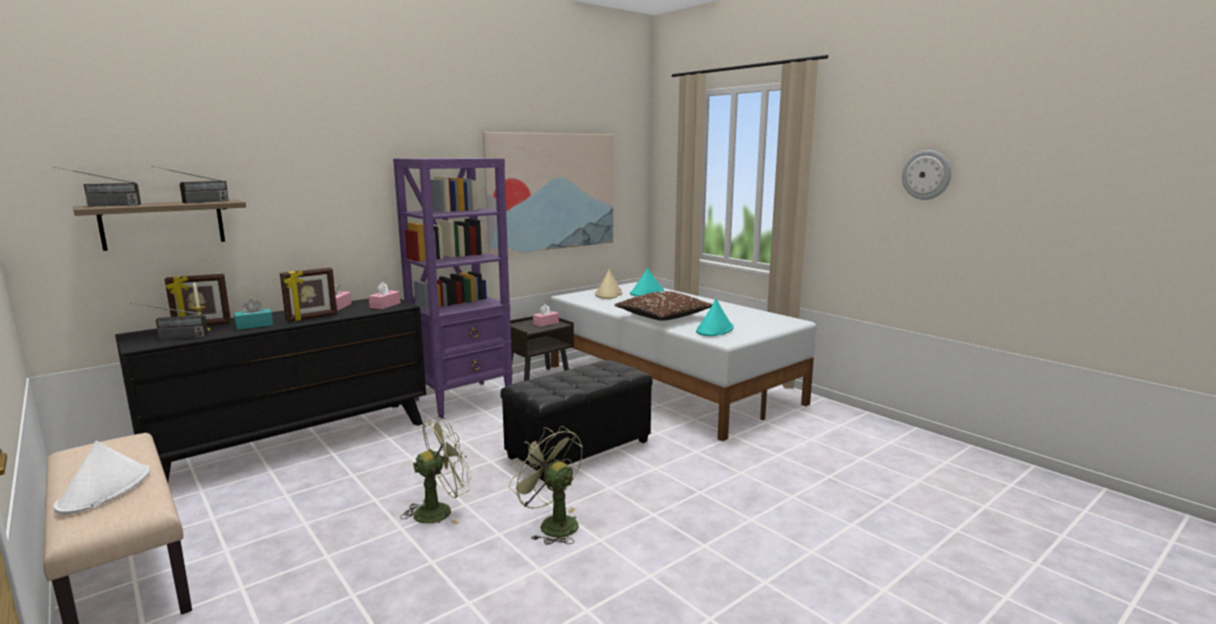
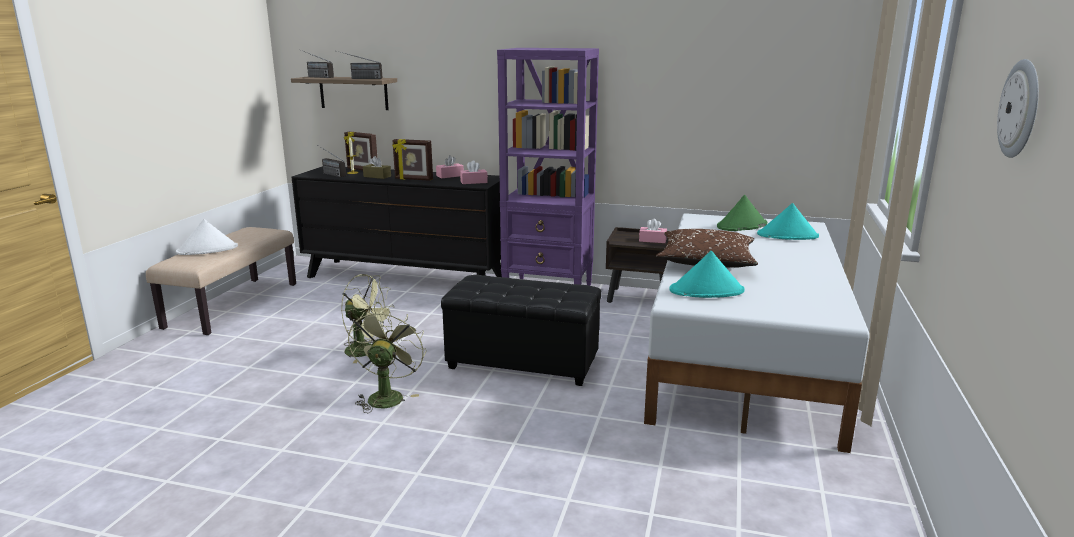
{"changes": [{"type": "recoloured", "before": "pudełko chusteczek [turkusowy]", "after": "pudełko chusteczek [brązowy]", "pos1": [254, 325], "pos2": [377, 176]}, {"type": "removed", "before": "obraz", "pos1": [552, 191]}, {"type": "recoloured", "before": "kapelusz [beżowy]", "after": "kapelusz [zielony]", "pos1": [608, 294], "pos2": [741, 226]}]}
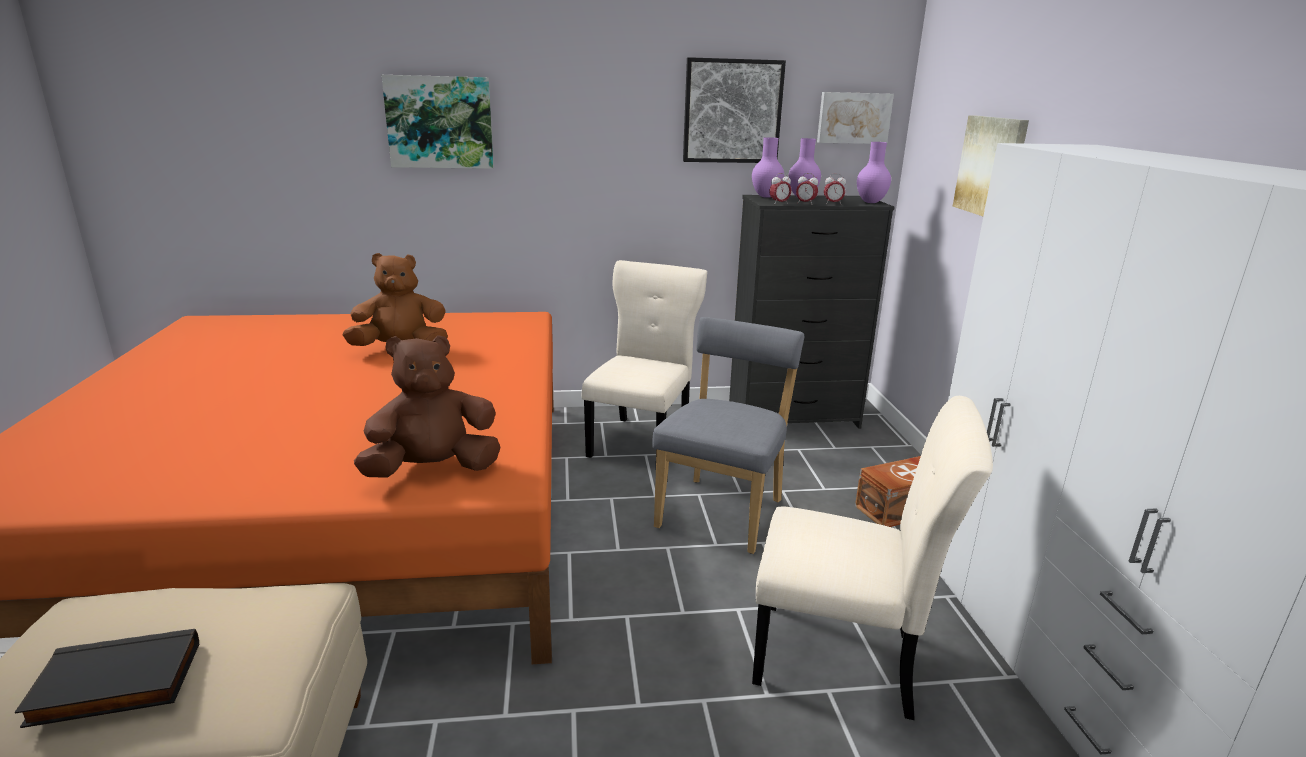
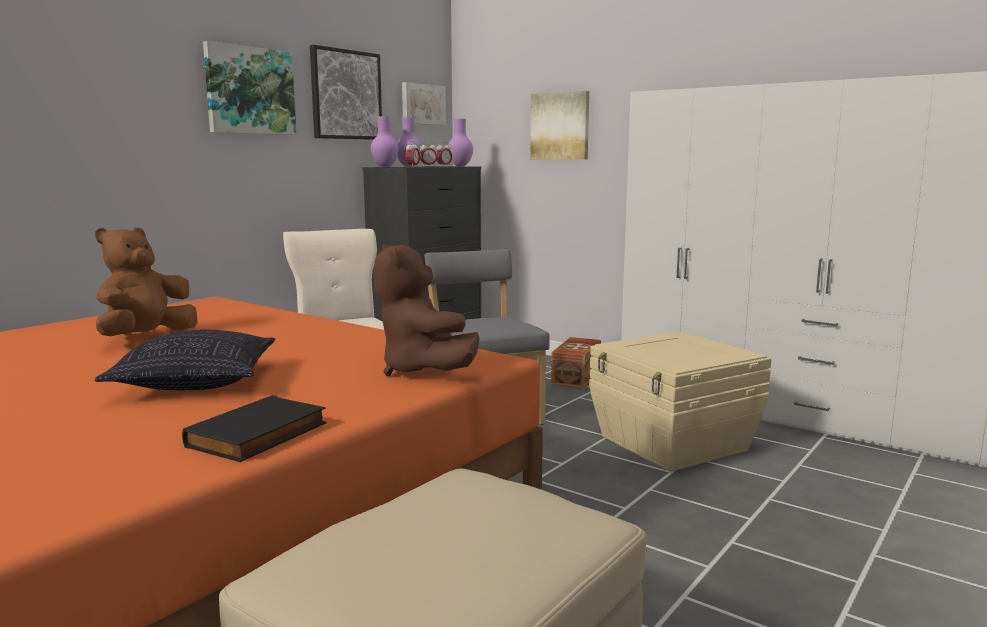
{"changes": [{"type": "moved", "before": "książka [czarny]", "pos1": [114, 685], "pos2": [259, 436]}, {"type": "turned", "before": "pluszak [brązowy]", "pos1": [433, 470], "pos2": [422, 370], "turn": -45}, {"type": "moved", "before": "obraz", "pos1": [440, 122], "pos2": [249, 91]}, {"type": "replaced", "before": "krzesło [beżowy]", "after": "pojemnik do przechowywania [beżowy]", "pos1": [843, 660], "pos2": [673, 443]}, {"type": "added", "after": "poduszka", "pos2": [197, 382]}]}
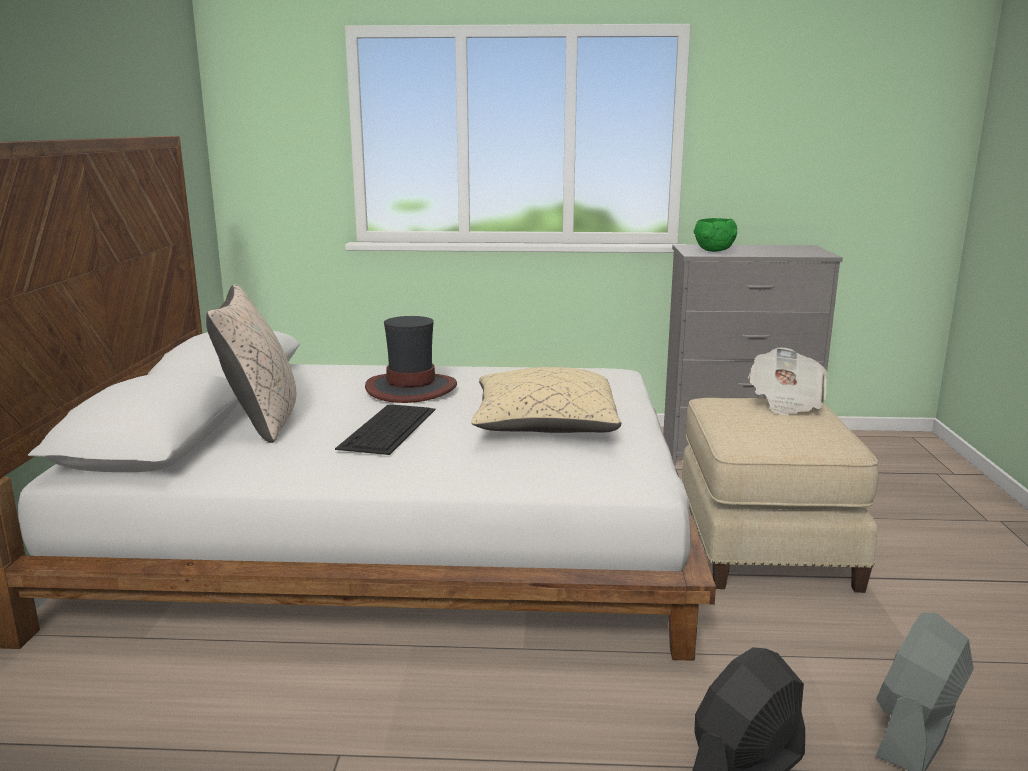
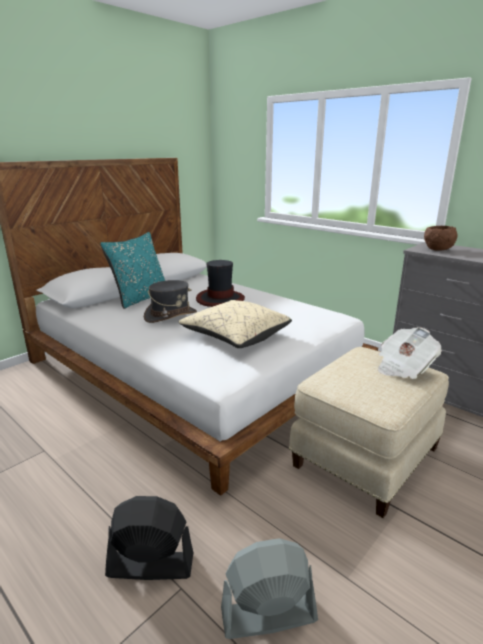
{"changes": [{"type": "recoloured", "before": "poduszka [beżowy]", "after": "poduszka [turkusowy]", "pos1": [261, 421], "pos2": [141, 298]}, {"type": "replaced", "before": "klawiatura", "after": "kapelusz [szary]", "pos1": [388, 429], "pos2": [170, 315]}, {"type": "recoloured", "before": "miska [zielony]", "after": "miska [brązowy]", "pos1": [714, 251], "pos2": [438, 249]}]}
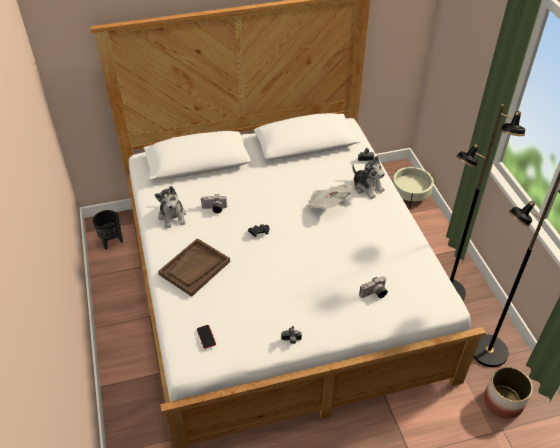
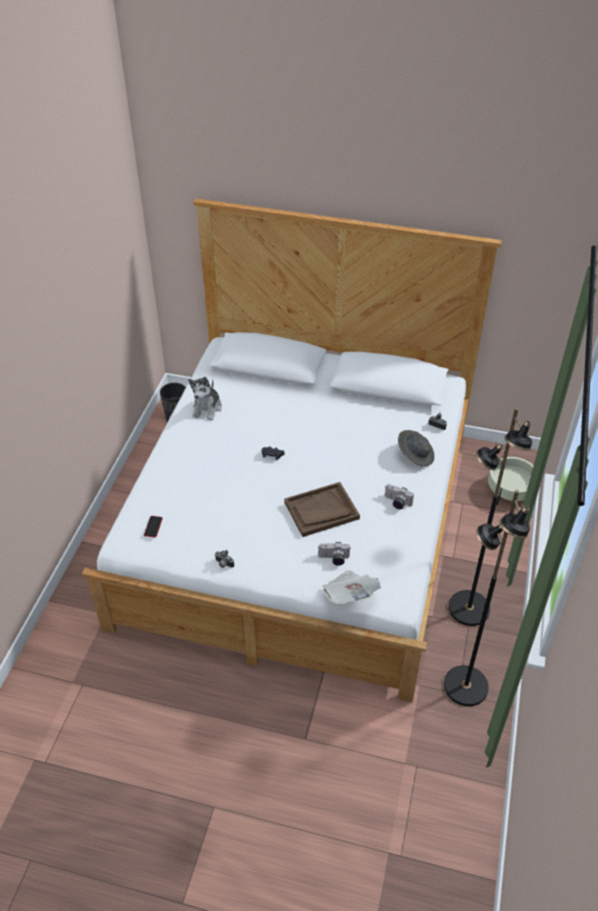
{"changes": [{"type": "moved", "before": "taca [brązowy]", "pos1": [194, 268], "pos2": [321, 511]}, {"type": "moved", "before": "aparat fotograficzny", "pos1": [214, 209], "pos2": [396, 503]}, {"type": "moved", "before": "gazeta", "pos1": [328, 205], "pos2": [350, 595]}, {"type": "replaced", "before": "pluszak", "after": "kapelusz [szary]", "pos1": [367, 187], "pos2": [415, 455]}, {"type": "removed", "before": "donica", "pos1": [503, 402]}]}
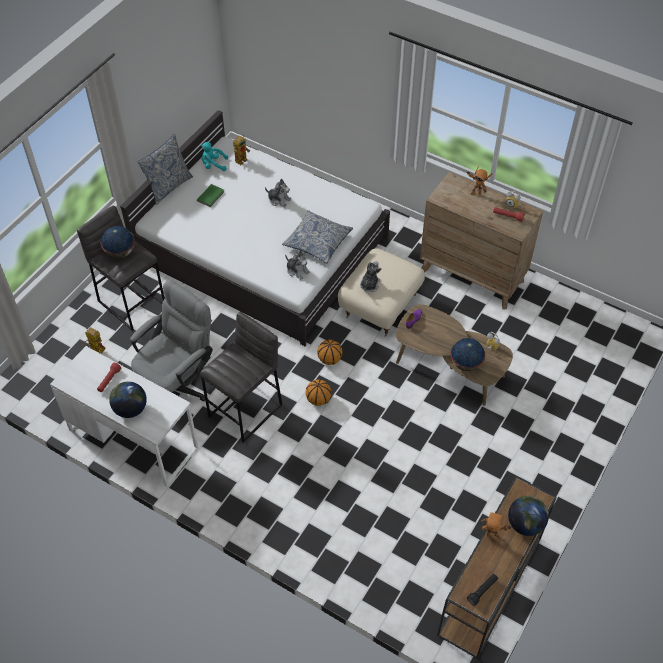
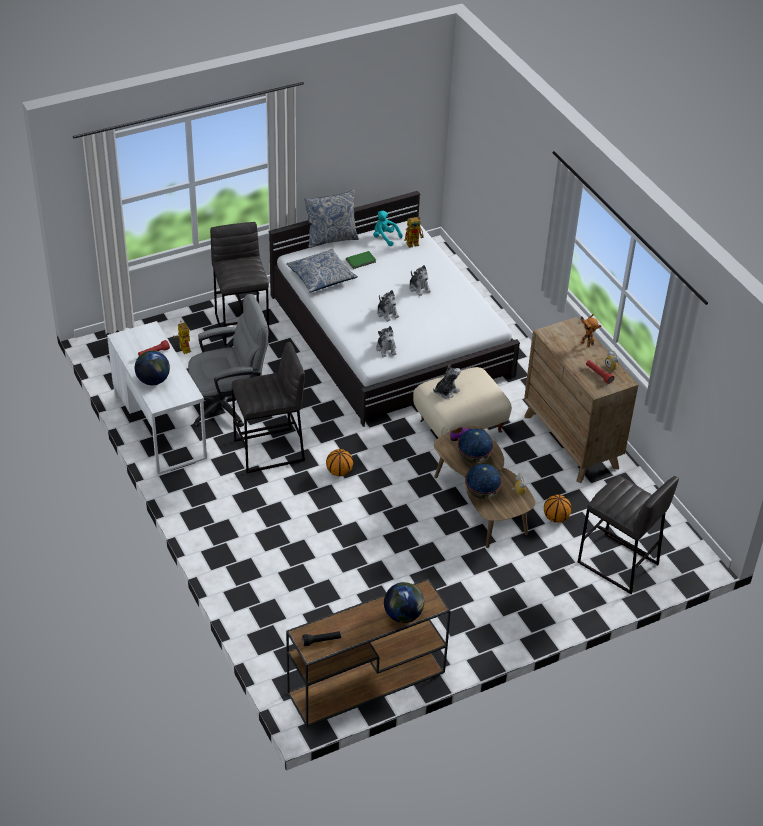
{"changes": [{"type": "moved", "before": "globus", "pos1": [120, 252], "pos2": [474, 458]}, {"type": "moved", "before": "poduszka", "pos1": [317, 242], "pos2": [321, 277]}, {"type": "moved", "before": "piłka do koszykówki", "pos1": [330, 359], "pos2": [556, 518]}, {"type": "removed", "before": "robot zabawkowy", "pos1": [492, 537]}, {"type": "added", "after": "pluszak", "pos2": [387, 313]}, {"type": "added", "after": "stołek [szary]", "pos2": [618, 564]}]}
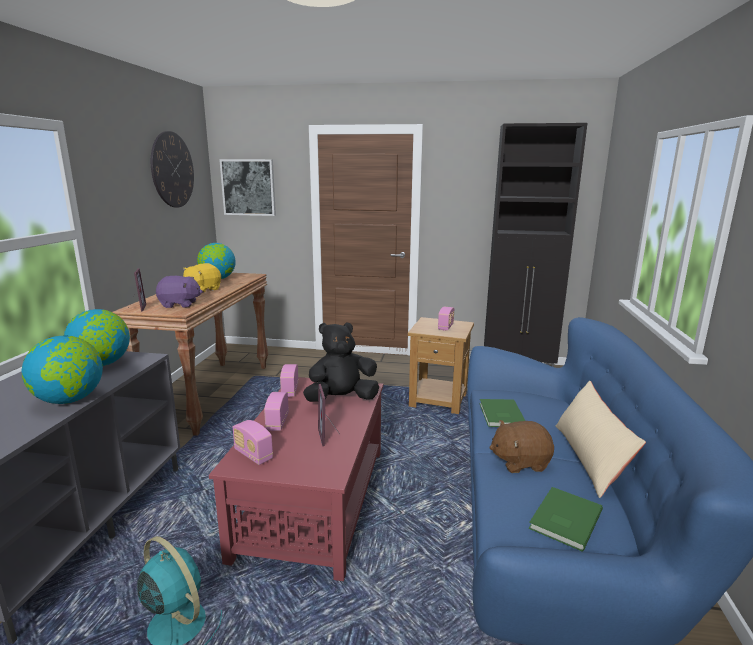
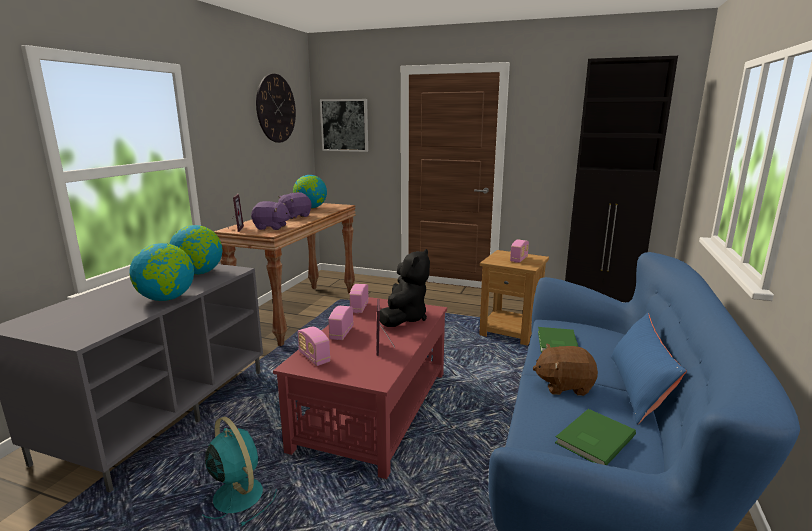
{"changes": [{"type": "recoloured", "before": "pluszak [żółty]", "after": "pluszak [fioletowy]", "pos1": [202, 290], "pos2": [294, 216]}, {"type": "turned", "before": "pluszak [czarny]", "pos1": [341, 399], "pos2": [404, 318], "turn": 120}, {"type": "recoloured", "before": "poduszka [beżowy]", "after": "poduszka [niebieski]", "pos1": [590, 458], "pos2": [638, 388]}]}
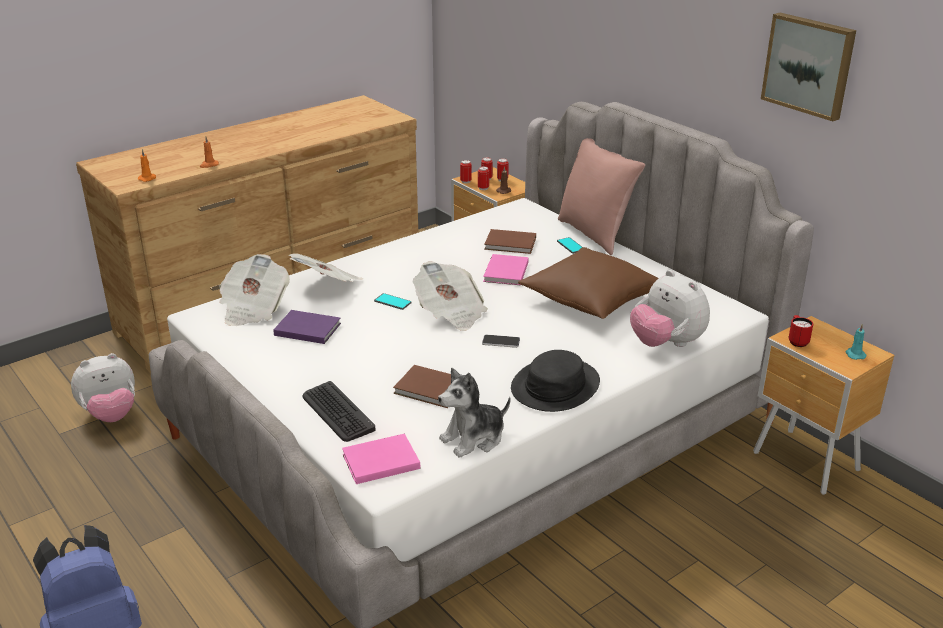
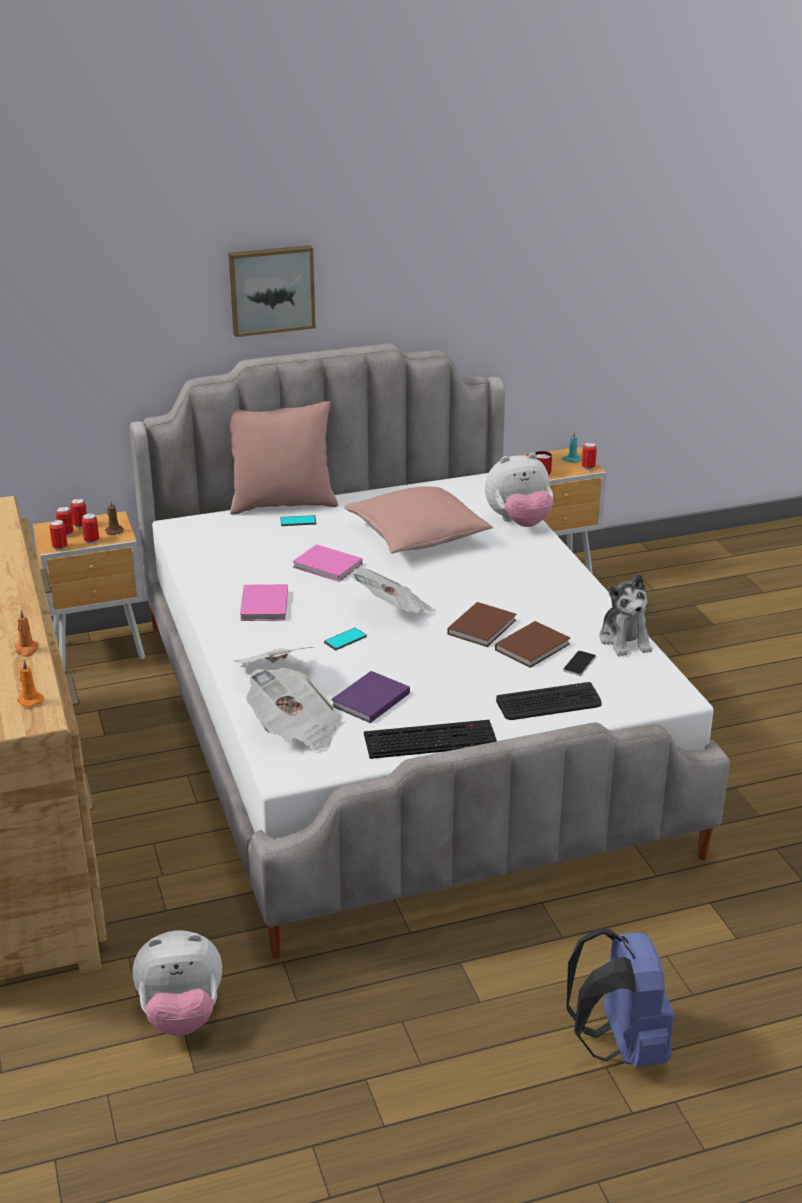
{"changes": [{"type": "turned", "before": "pluszak", "pos1": [111, 415], "pos2": [181, 1015], "turn": 90}, {"type": "moved", "before": "książka [różowy]", "pos1": [378, 461], "pos2": [263, 606]}, {"type": "moved", "before": "telefon", "pos1": [501, 342], "pos2": [579, 664]}, {"type": "moved", "before": "książka [brązowy]", "pos1": [511, 244], "pos2": [483, 626]}, {"type": "removed", "before": "kapelusz [czarny]", "pos1": [555, 386]}, {"type": "recoloured", "before": "poduszka [brązowy]", "after": "poduszka [różowy]", "pos1": [591, 299], "pos2": [417, 536]}, {"type": "moved", "before": "obraz", "pos1": [809, 65], "pos2": [271, 289]}, {"type": "added", "after": "klawiatura", "pos2": [431, 739]}, {"type": "added", "after": "puszka", "pos2": [588, 467]}]}
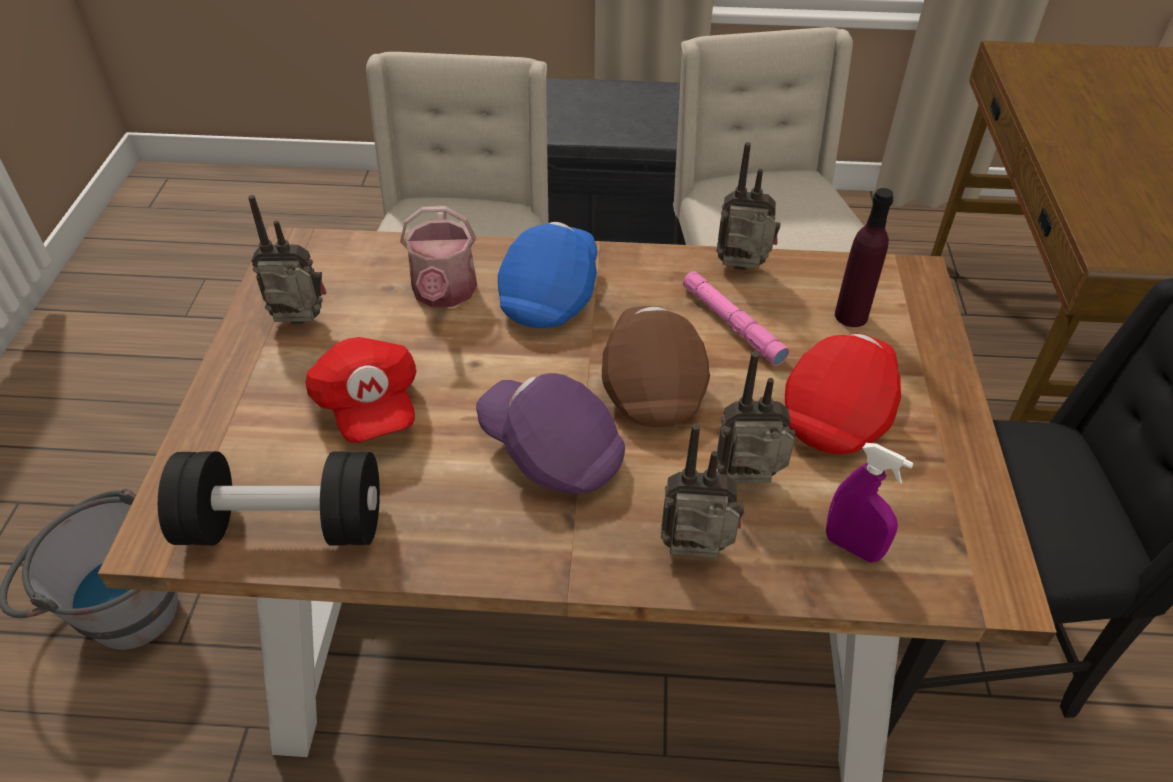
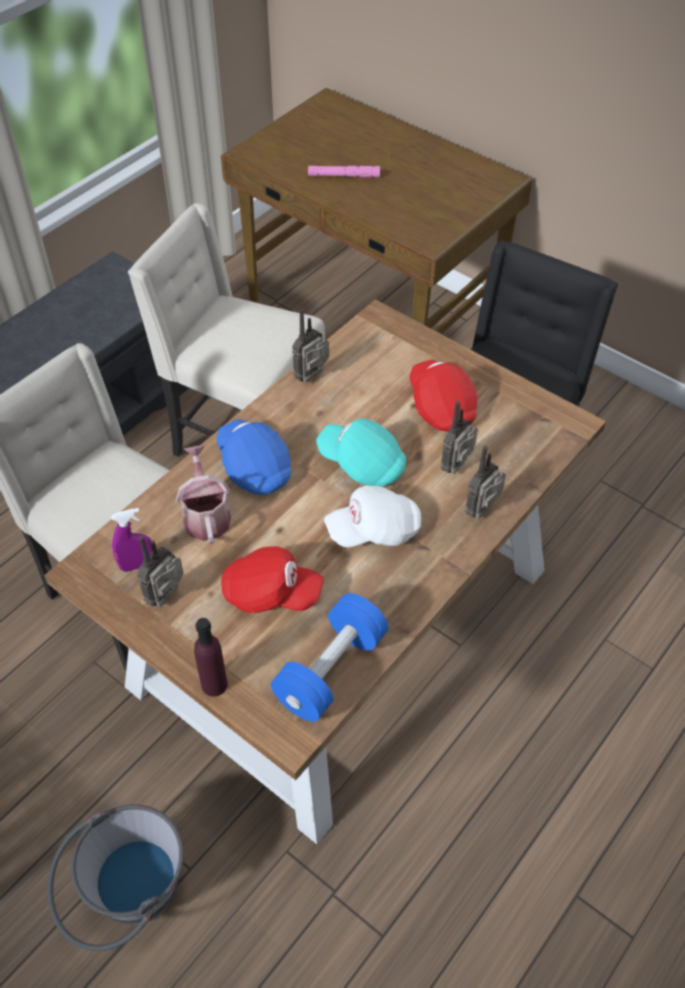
{"changes": [{"type": "recoloured", "before": "hantel [czarny]", "after": "hantel [niebieski]", "pos1": [284, 525], "pos2": [330, 670]}, {"type": "turned", "before": "konewka", "pos1": [444, 293], "pos2": [206, 515], "turn": -135}, {"type": "recoloured", "before": "czapka z daszkiem [fioletowy]", "after": "czapka z daszkiem [biały]", "pos1": [552, 452], "pos2": [374, 530]}, {"type": "recoloured", "before": "czapka z daszkiem [brązowy]", "after": "czapka z daszkiem [turkusowy]", "pos1": [652, 384], "pos2": [362, 464]}, {"type": "moved", "before": "latarka [różowy]", "pos1": [732, 324], "pos2": [344, 176]}, {"type": "moved", "before": "spryskiwacz [fioletowy]", "pos1": [852, 547], "pos2": [137, 565]}, {"type": "moved", "before": "butelka [fioletowy]", "pos1": [851, 316], "pos2": [214, 684]}]}
